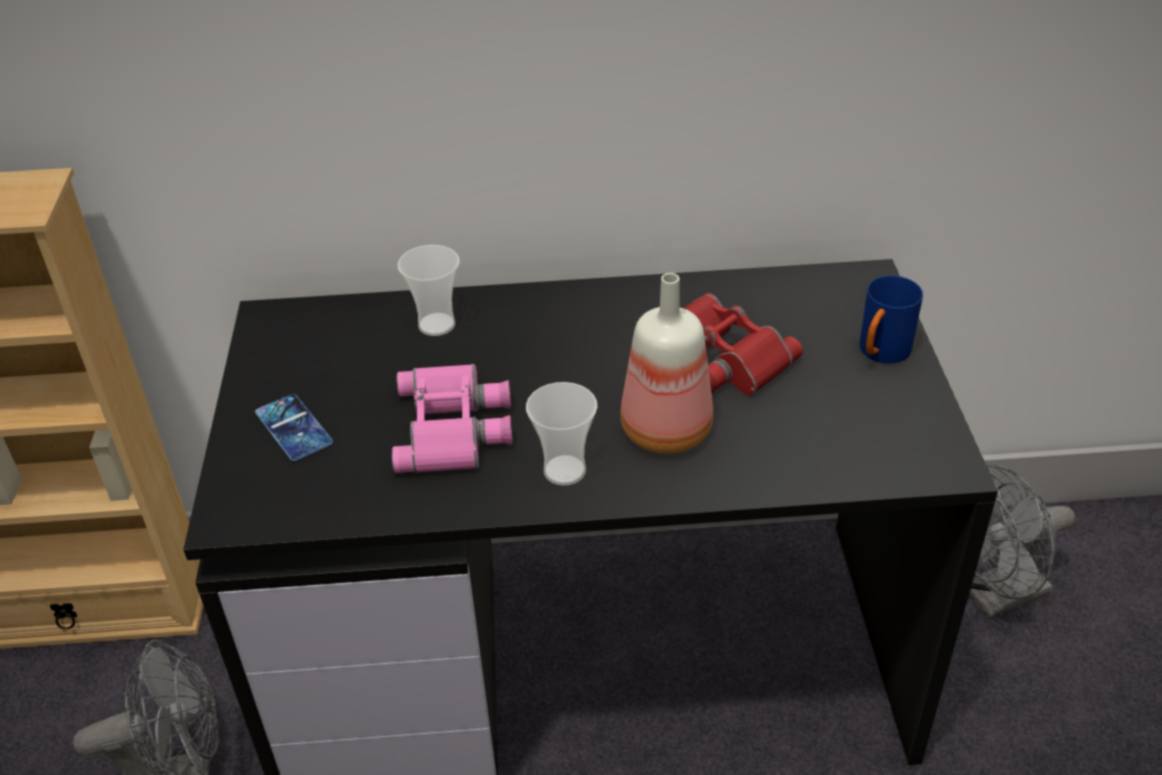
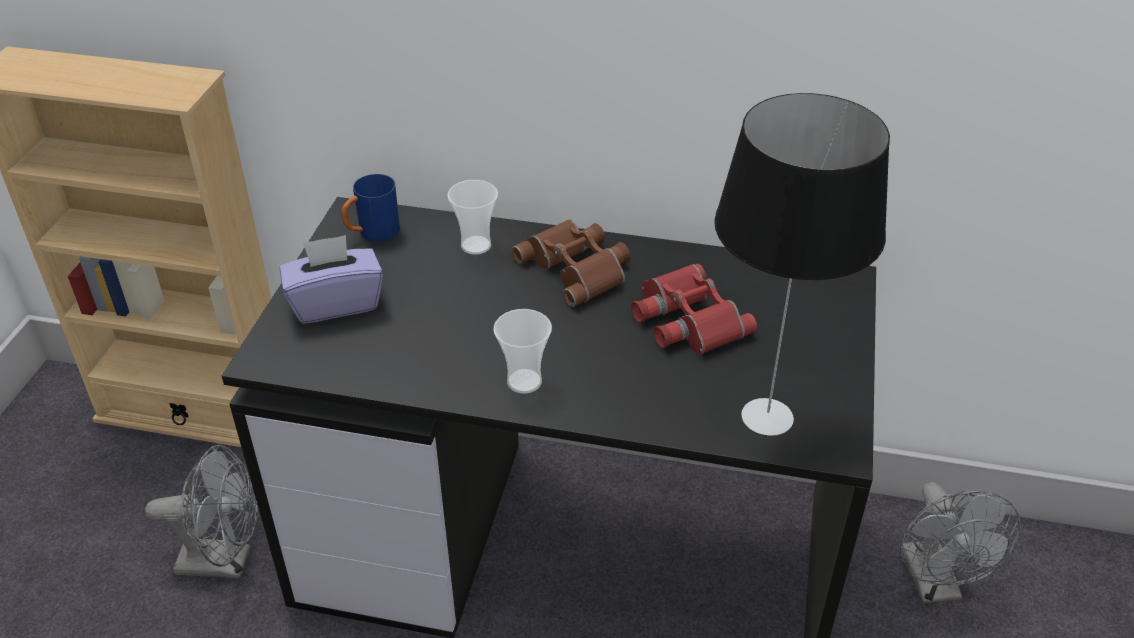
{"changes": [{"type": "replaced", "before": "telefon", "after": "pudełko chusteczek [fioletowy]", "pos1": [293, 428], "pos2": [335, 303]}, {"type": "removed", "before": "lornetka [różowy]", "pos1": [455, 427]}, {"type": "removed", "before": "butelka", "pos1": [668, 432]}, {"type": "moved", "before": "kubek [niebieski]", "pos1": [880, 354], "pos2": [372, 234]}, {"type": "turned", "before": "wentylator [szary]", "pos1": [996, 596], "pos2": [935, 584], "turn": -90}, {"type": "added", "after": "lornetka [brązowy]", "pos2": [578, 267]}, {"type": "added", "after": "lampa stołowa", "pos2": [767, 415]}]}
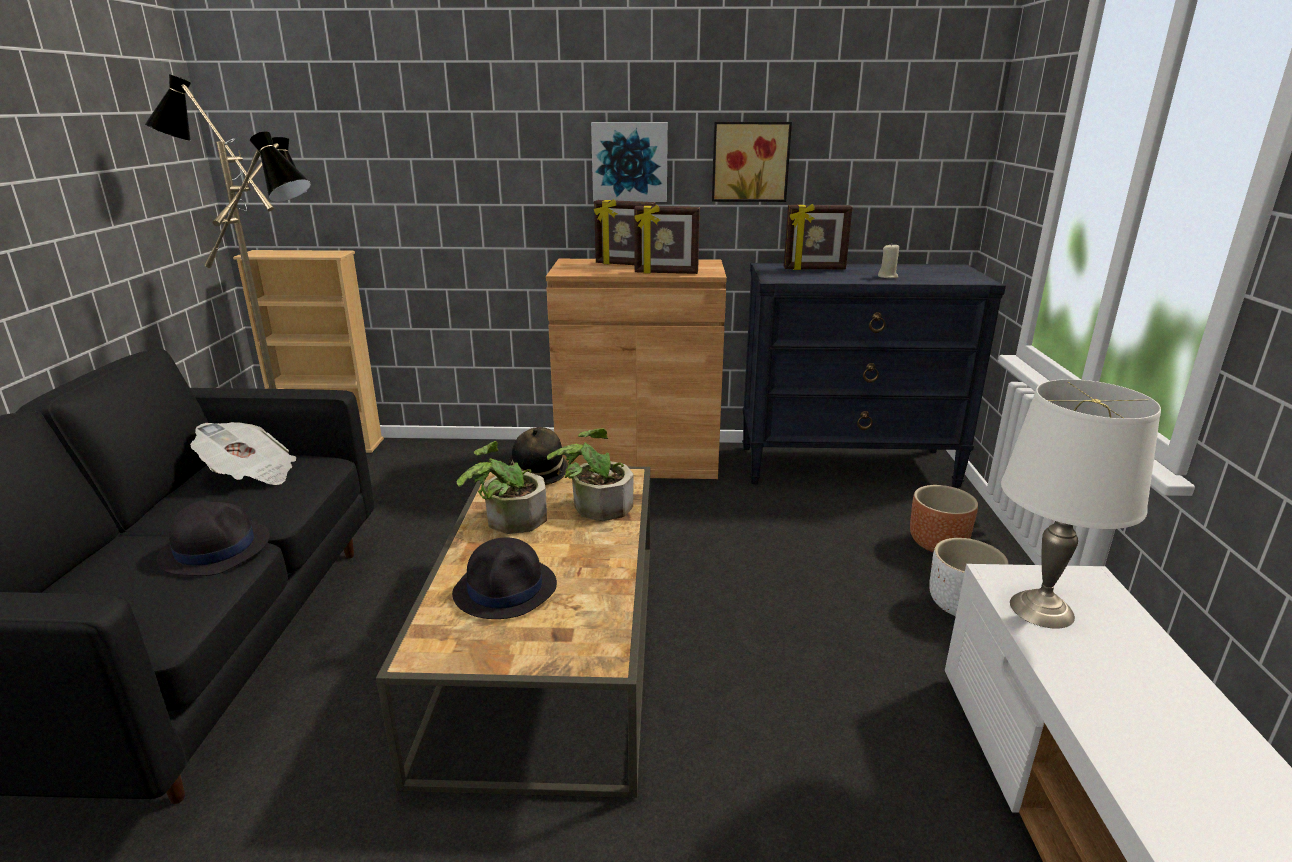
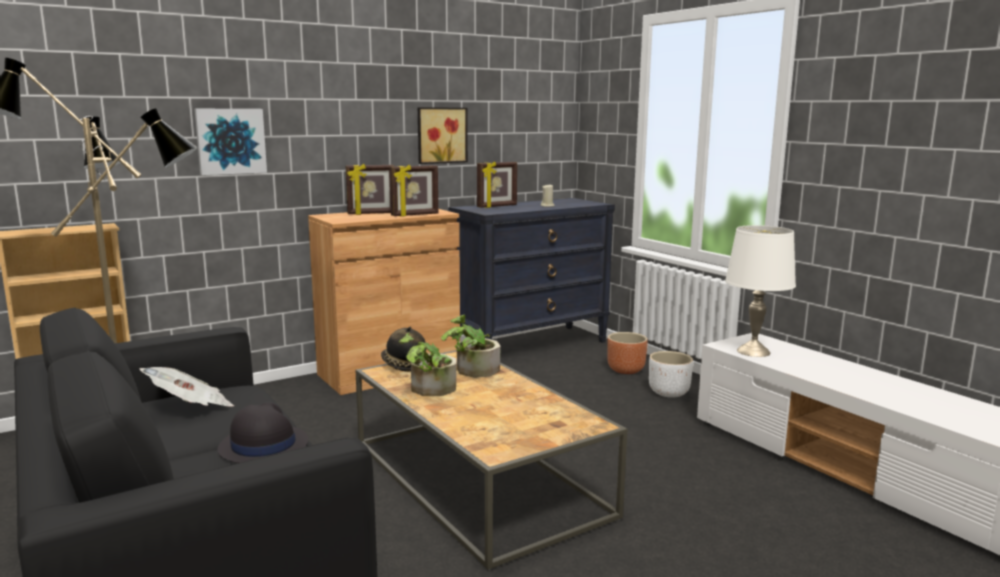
{"changes": [{"type": "removed", "before": "kapelusz [czarny]", "pos1": [506, 589]}, {"type": "moved", "before": "obraz", "pos1": [630, 162], "pos2": [230, 141]}]}
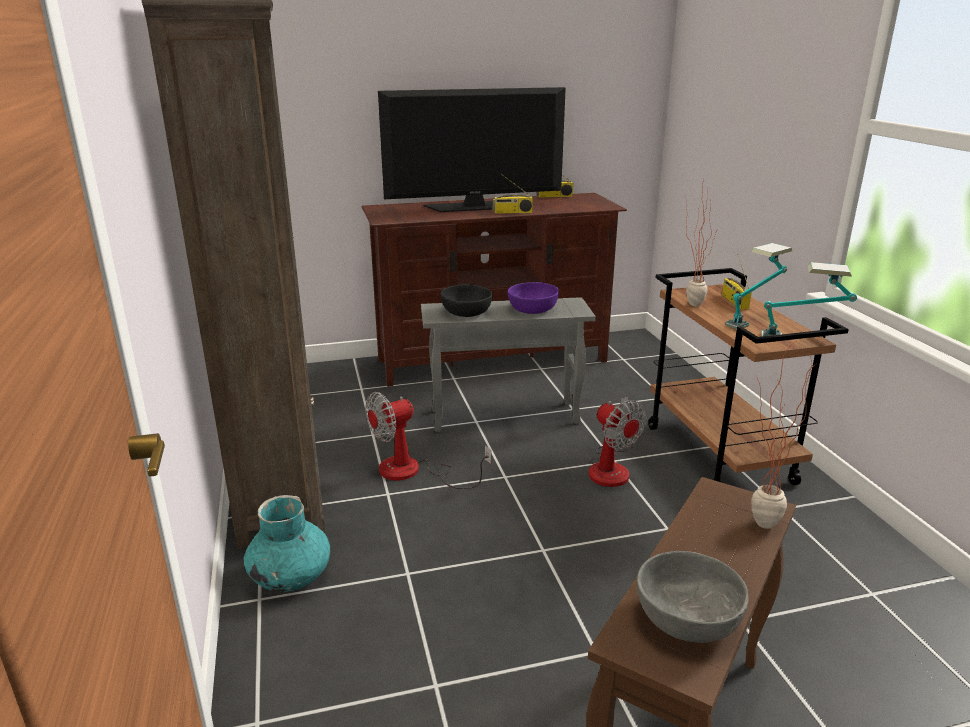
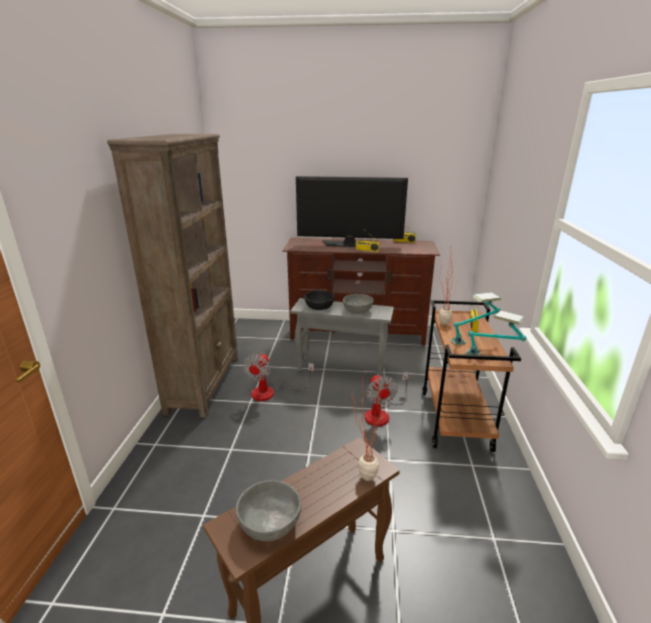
{"changes": [{"type": "removed", "before": "wazon [turkusowy]", "pos1": [290, 575]}, {"type": "turned", "before": "wentylator", "pos1": [413, 472], "pos2": [271, 392], "turn": -60}, {"type": "recoloured", "before": "miska [fioletowy]", "after": "miska [szary]", "pos1": [532, 309], "pos2": [357, 310]}]}
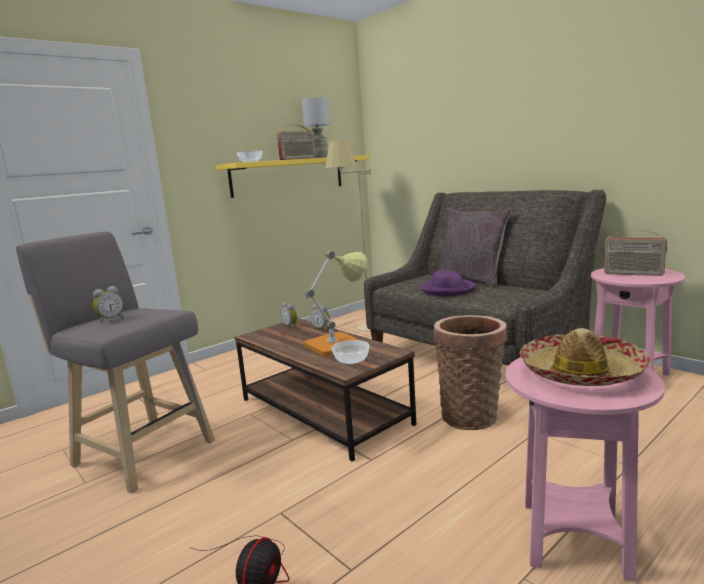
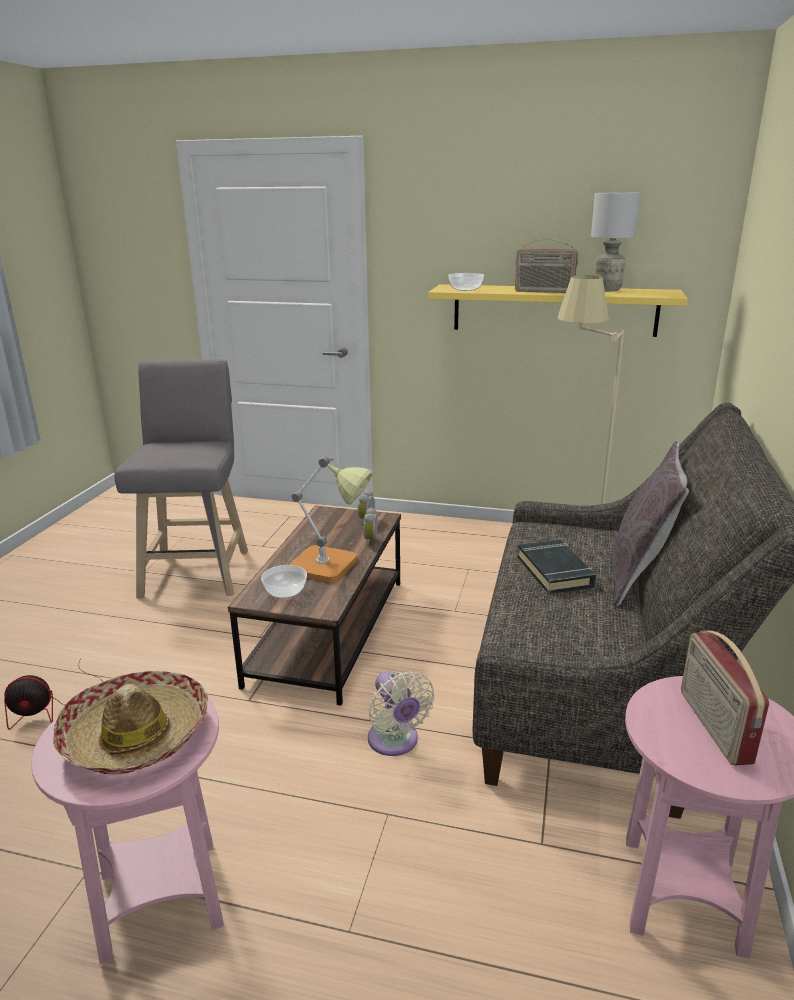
{"changes": [{"type": "removed", "before": "budzik", "pos1": [110, 319]}, {"type": "replaced", "before": "kapelusz [fioletowy]", "after": "książka [czarny]", "pos1": [447, 290], "pos2": [555, 572]}, {"type": "replaced", "before": "koszyk", "after": "wentylator [beżowy]", "pos1": [471, 415], "pos2": [395, 742]}]}
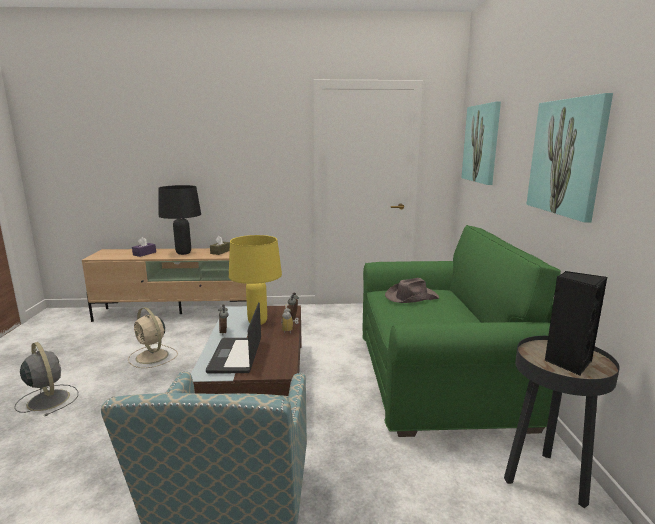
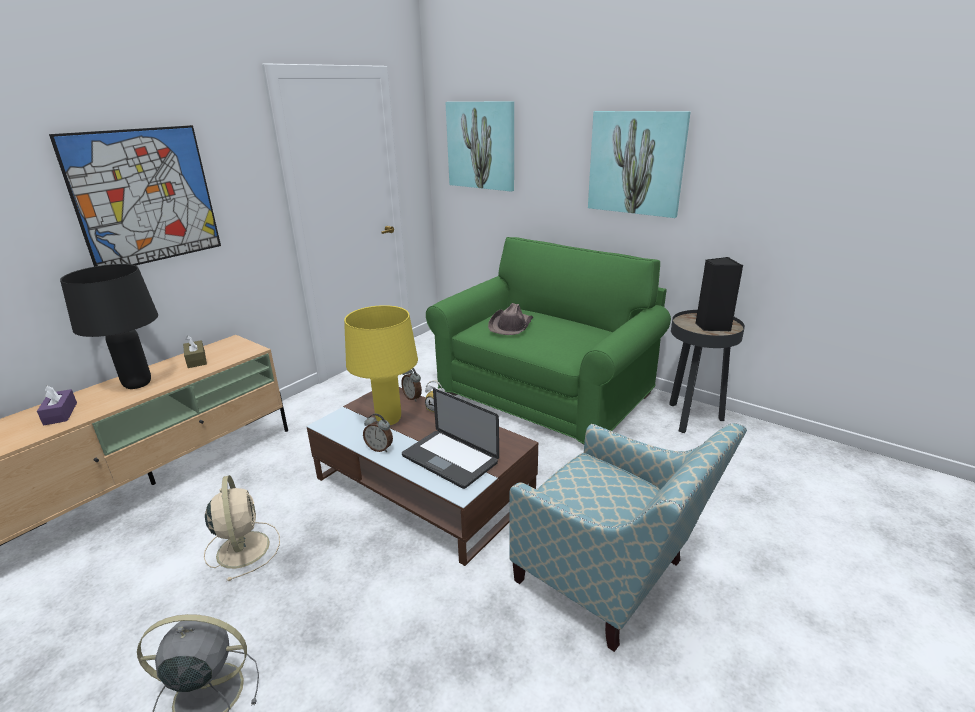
{"changes": [{"type": "turned", "before": "wentylator [beżowy]", "pos1": [153, 357], "pos2": [243, 548], "turn": -105}, {"type": "added", "after": "obraz", "pos2": [145, 197]}]}
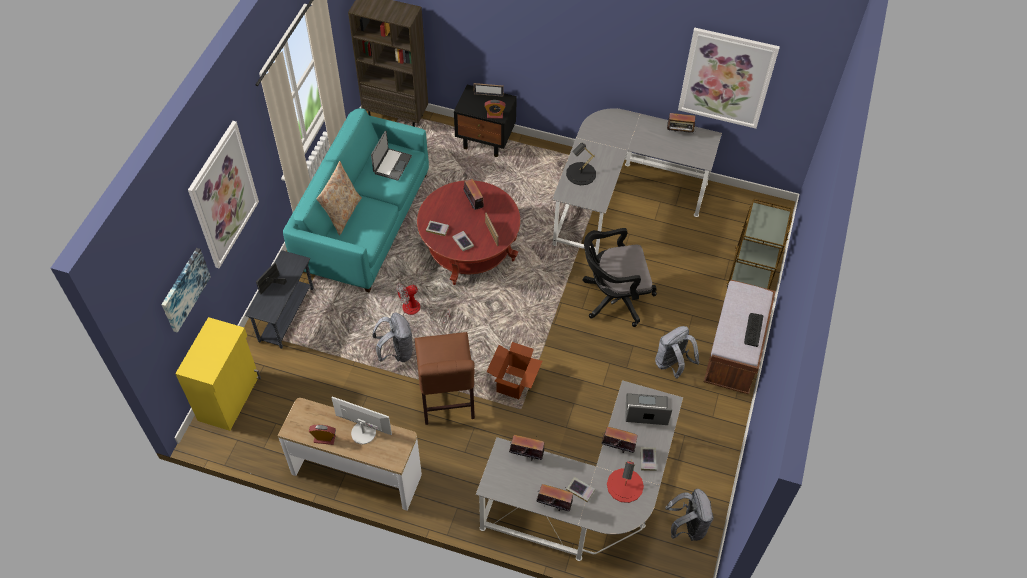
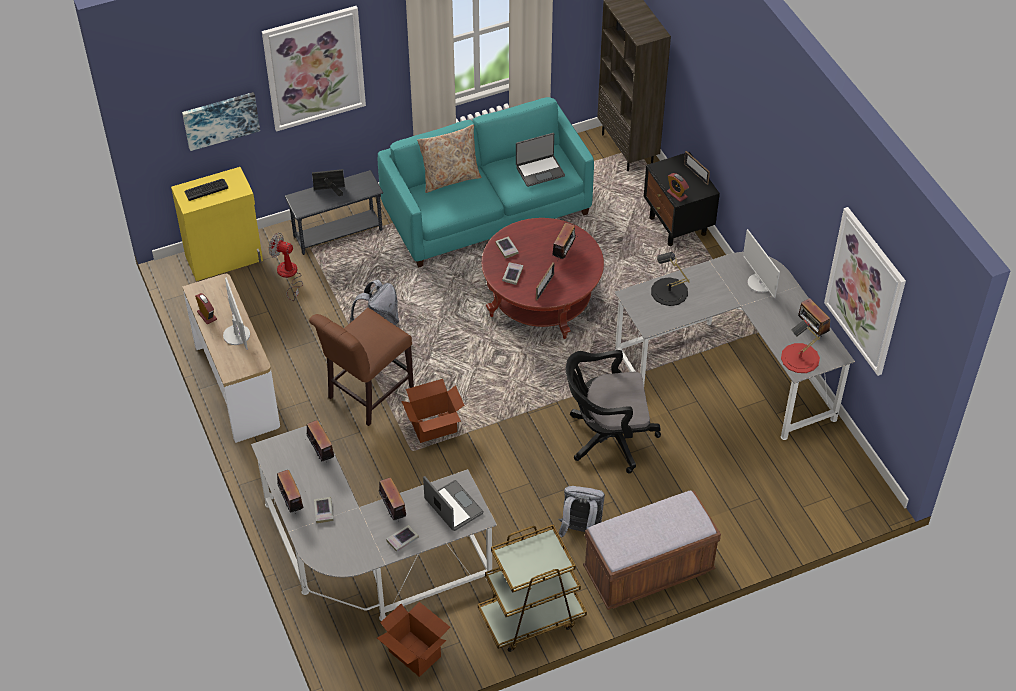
{"changes": [{"type": "moved", "before": "wentylator", "pos1": [417, 310], "pos2": [288, 275]}, {"type": "turned", "before": "krzesło biurowe [czarny]", "pos1": [613, 298], "pos2": [606, 437], "turn": -45}, {"type": "moved", "before": "lampa stołowa [czerwony]", "pos1": [625, 485], "pos2": [800, 358]}, {"type": "replaced", "before": "plecak [szary]", "after": "karton", "pos1": [687, 526], "pos2": [415, 653]}, {"type": "moved", "before": "wózek [brązowy]", "pos1": [751, 272], "pos2": [531, 617]}, {"type": "moved", "before": "klawiatura", "pos1": [753, 330], "pos2": [206, 189]}, {"type": "added", "after": "monitor", "pos2": [760, 283]}]}
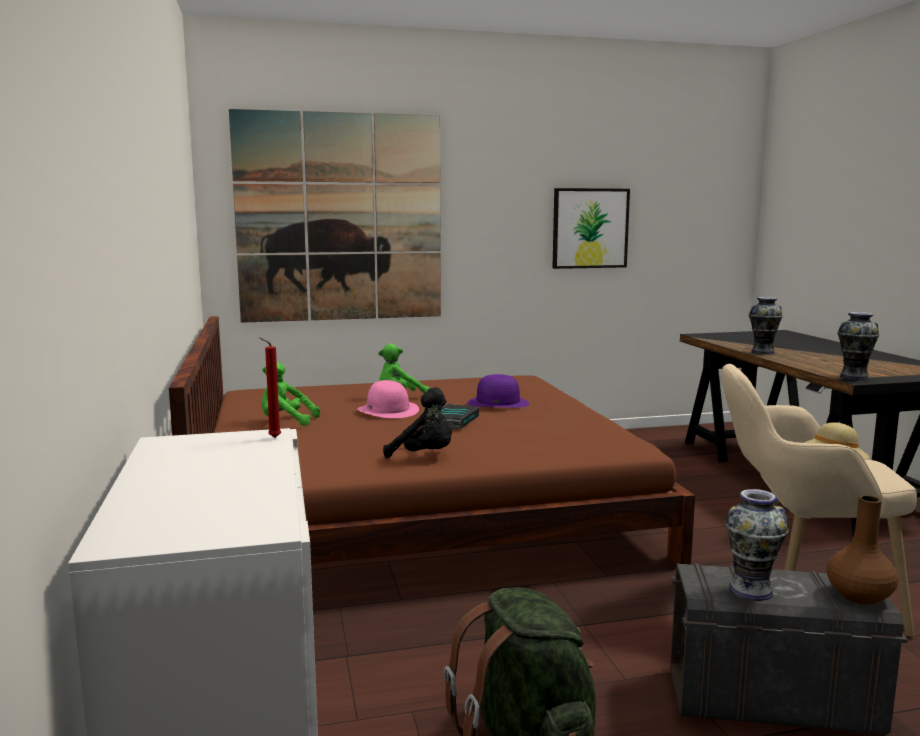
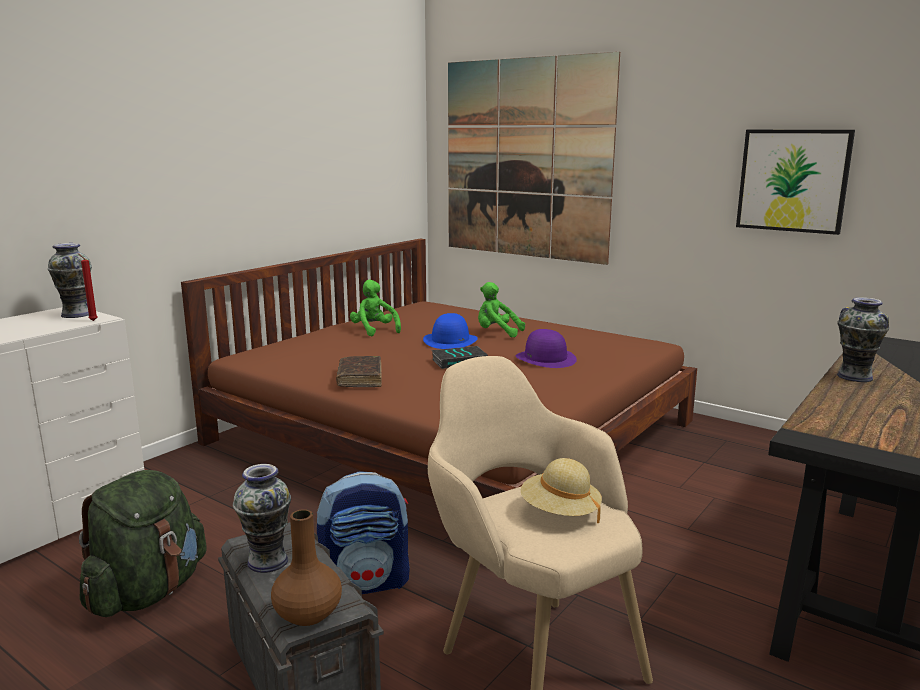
{"changes": [{"type": "recoloured", "before": "kapelusz [różowy]", "after": "kapelusz [niebieski]", "pos1": [388, 410], "pos2": [450, 341]}, {"type": "replaced", "before": "pluszak [czarny]", "after": "książka [brązowy]", "pos1": [425, 456], "pos2": [360, 378]}, {"type": "moved", "before": "wazon", "pos1": [854, 377], "pos2": [76, 314]}, {"type": "added", "after": "plecak", "pos2": [366, 582]}]}
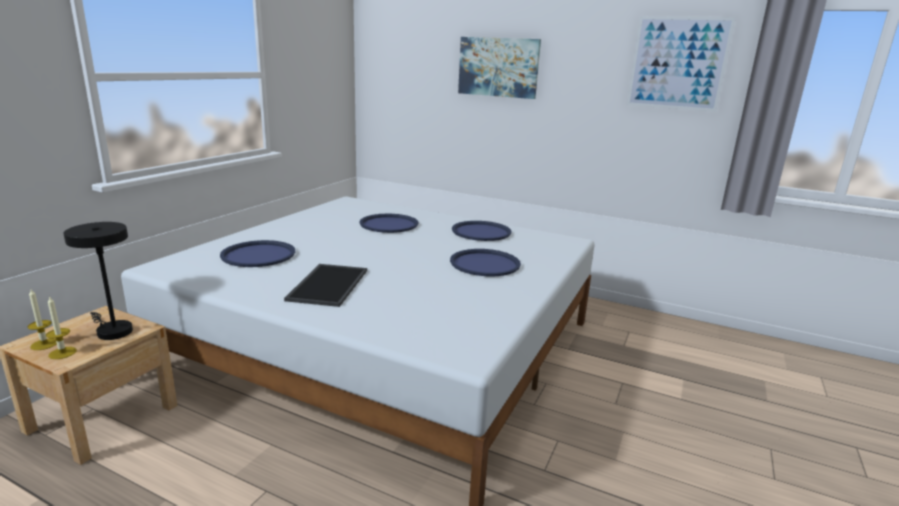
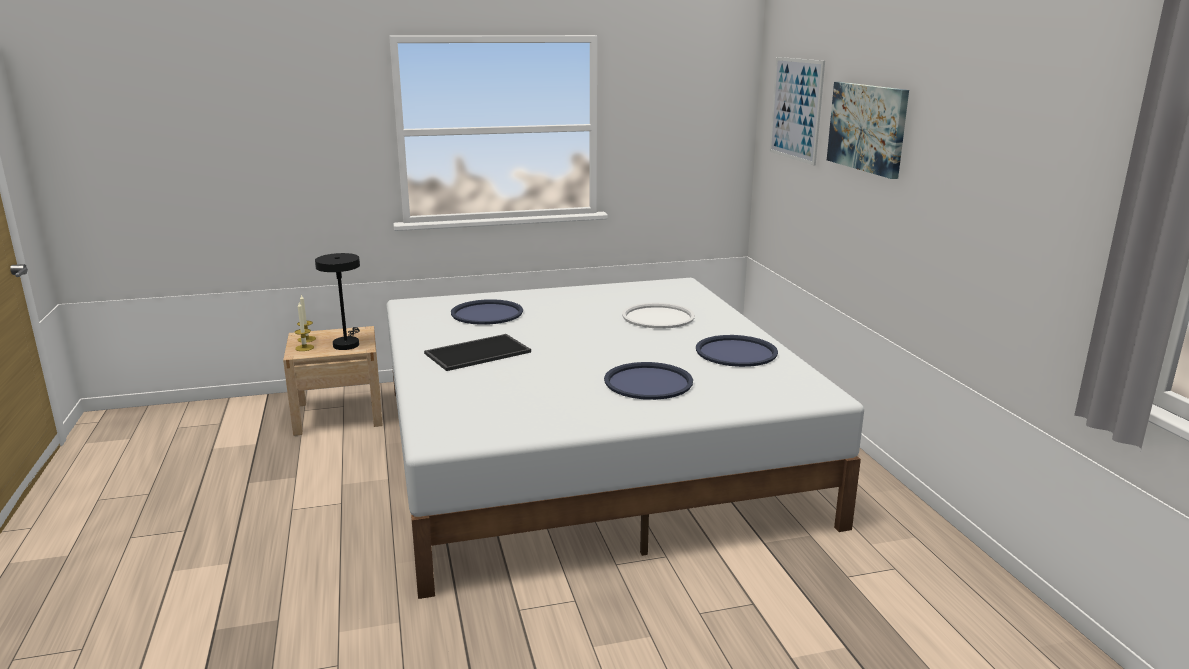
{"changes": [{"type": "recoloured", "before": "taca [niebieski]", "after": "taca [biały]", "pos1": [389, 224], "pos2": [658, 317]}, {"type": "moved", "before": "obraz", "pos1": [678, 63], "pos2": [796, 109]}]}
